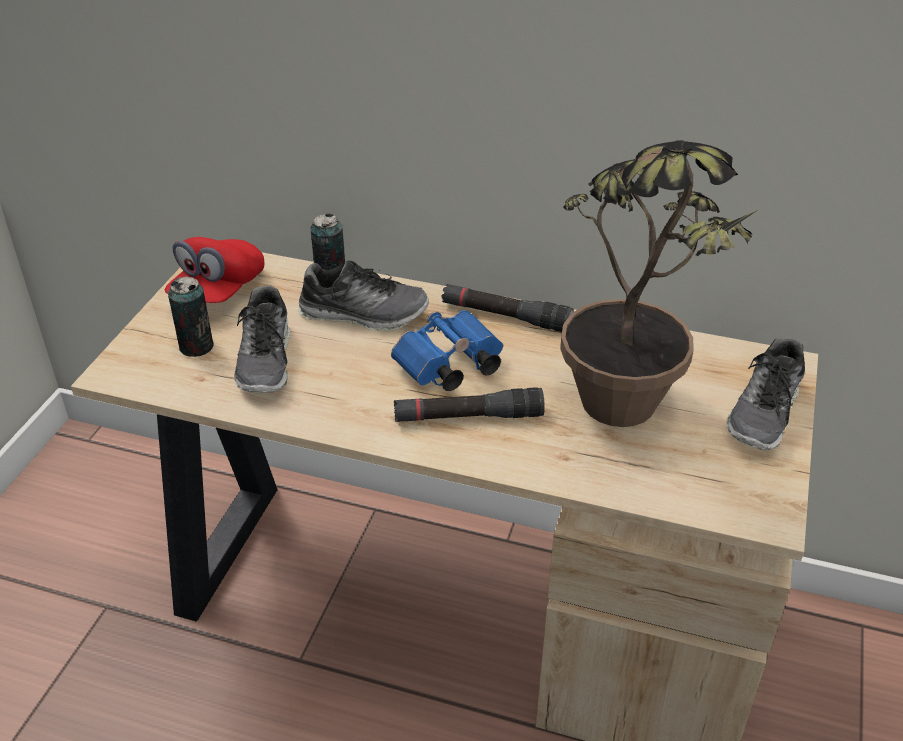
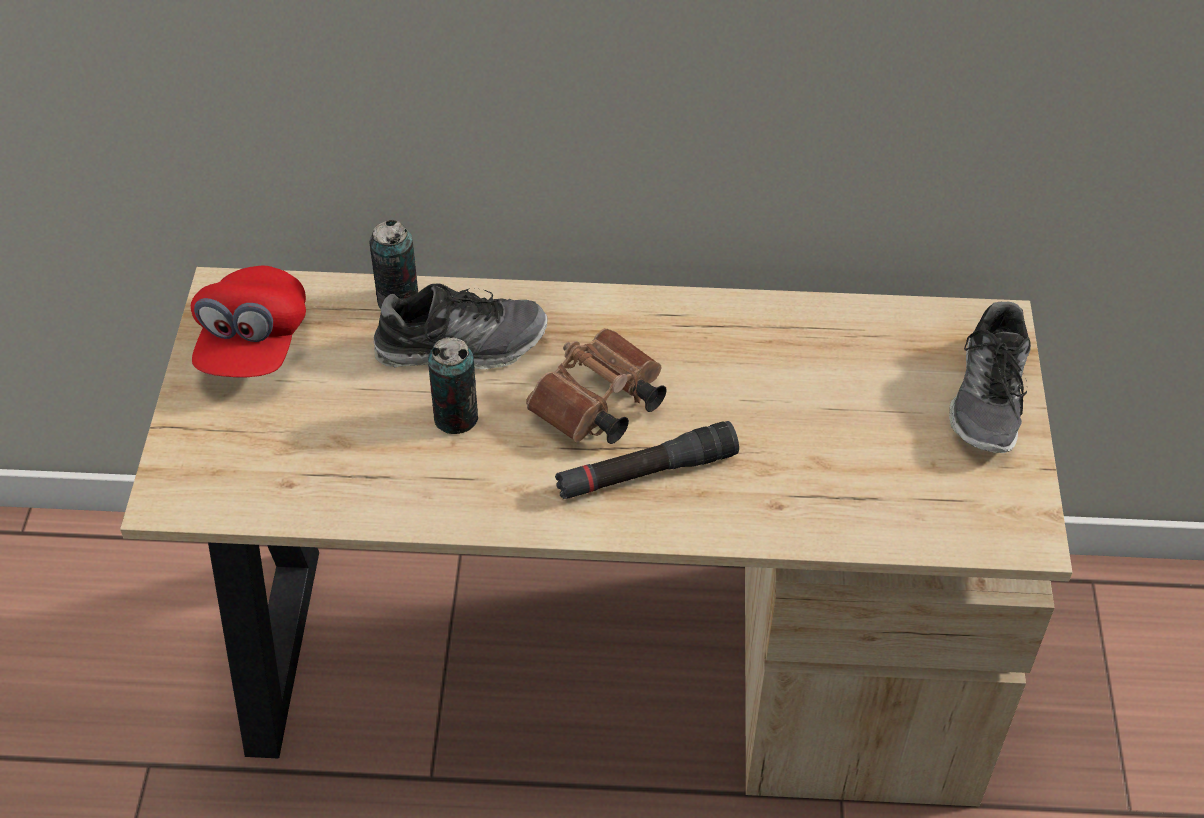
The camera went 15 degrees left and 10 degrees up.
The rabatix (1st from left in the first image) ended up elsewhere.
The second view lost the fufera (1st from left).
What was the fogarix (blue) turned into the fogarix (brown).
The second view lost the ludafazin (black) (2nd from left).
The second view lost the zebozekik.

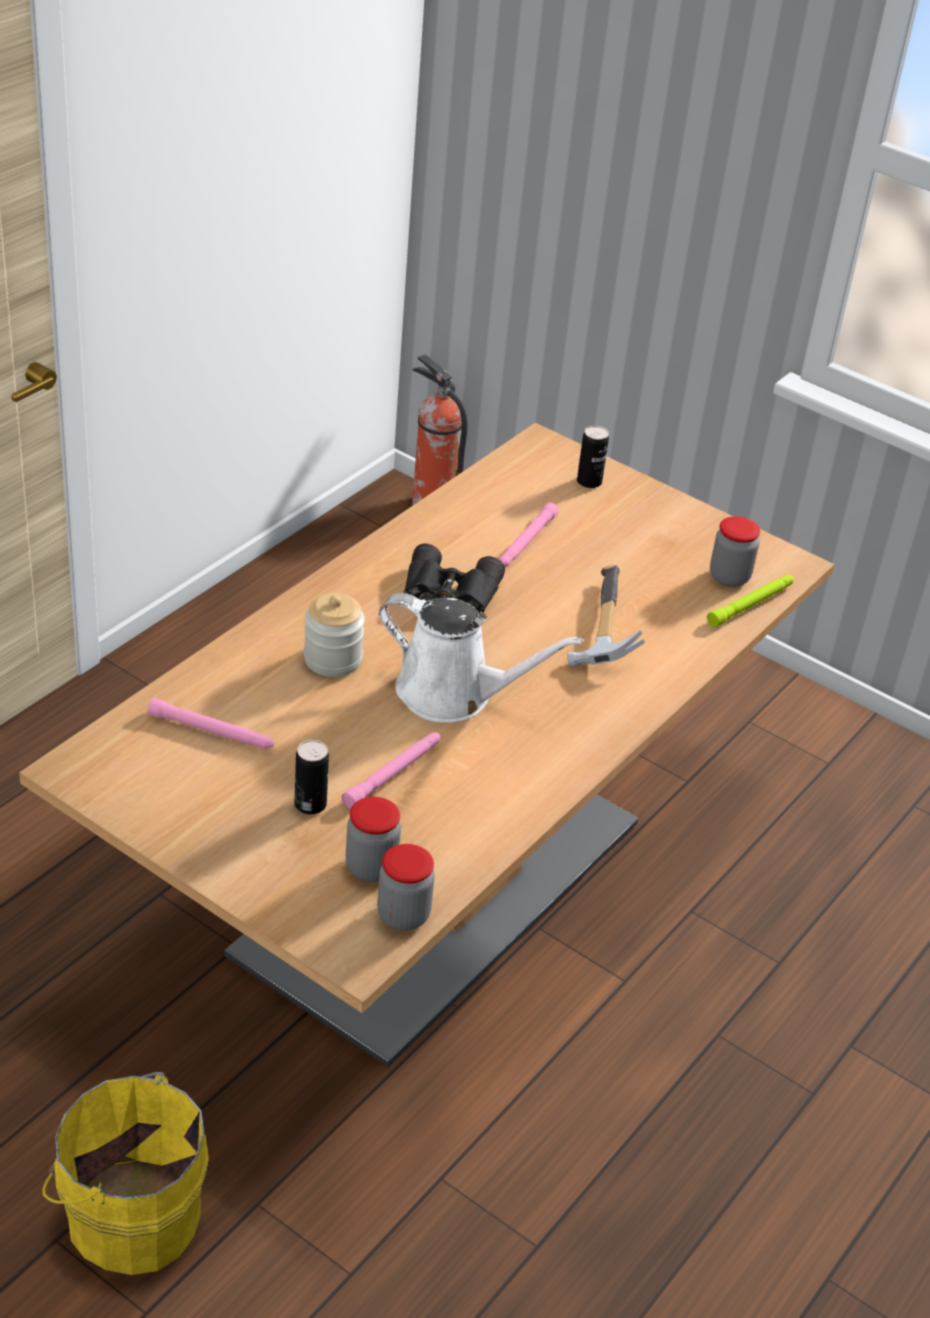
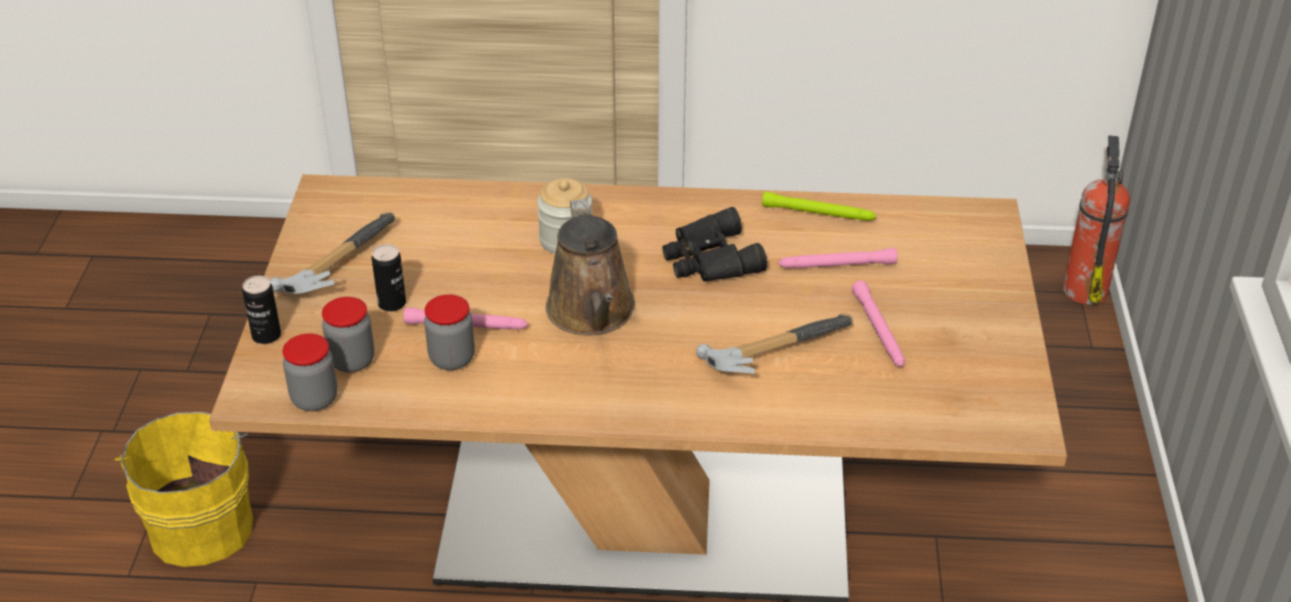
The camera went 60 degrees right and 0 degrees up.
The ludafazin (pink) (1st from left in the first image) ended up elsewhere.
What was the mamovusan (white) turned into the mamovusan (brown).
The rabatix (2nd from left in the first image) ended up elsewhere.
The ludafazin (green) ended up elsewhere.
The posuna (4th from left in the first image) ended up elsewhere.
The second view gained the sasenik (1st from left).

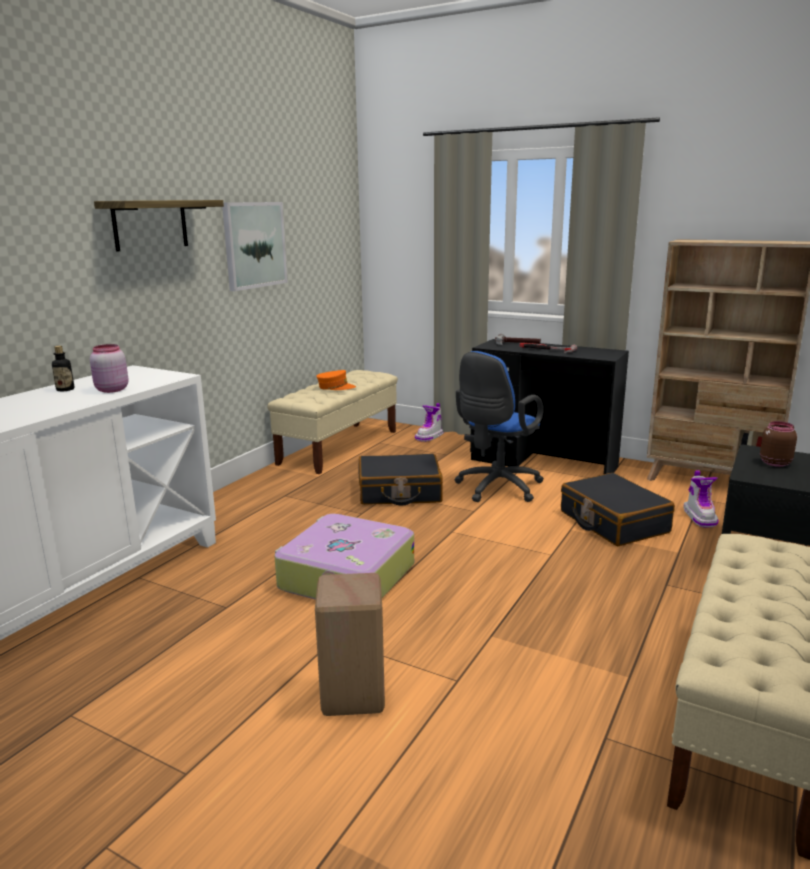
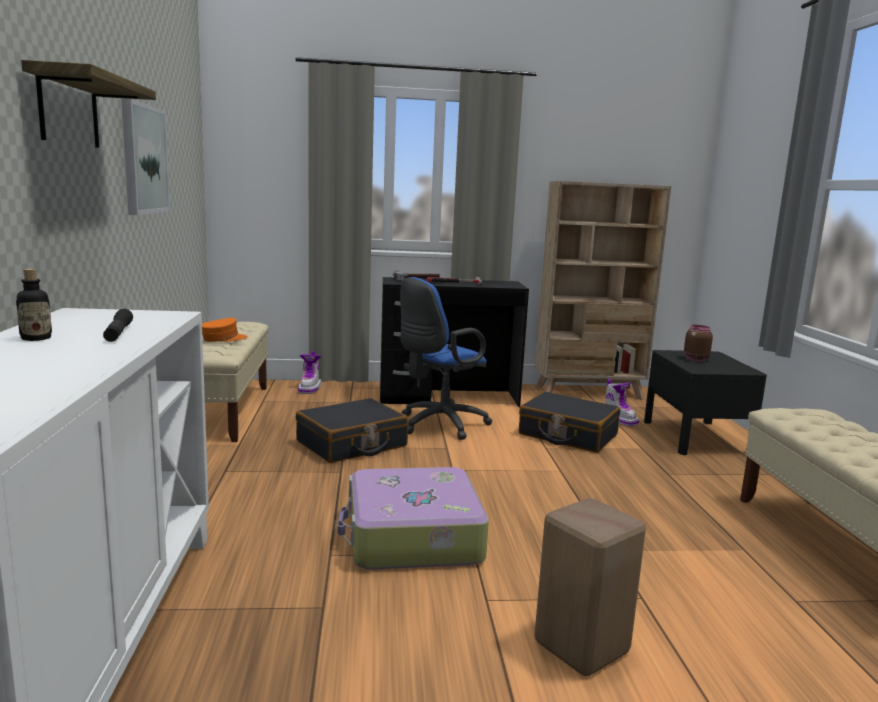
The camera went 35 degrees left and 5 degrees down.
Where the posuna (pink) stood, the ludafazin (black) came to stand.
The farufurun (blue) ended up facing another way, 45 degrees clockwise from before.

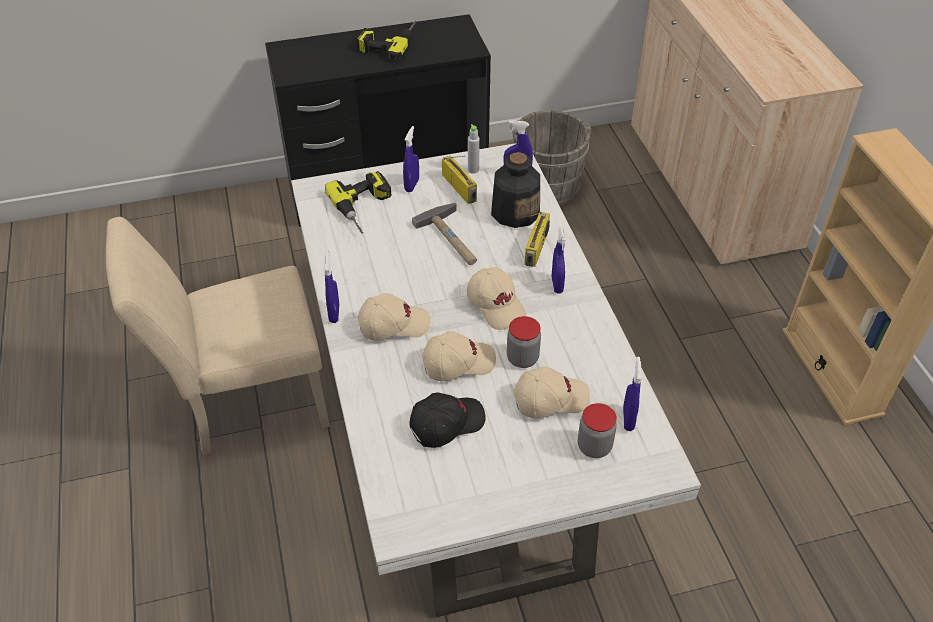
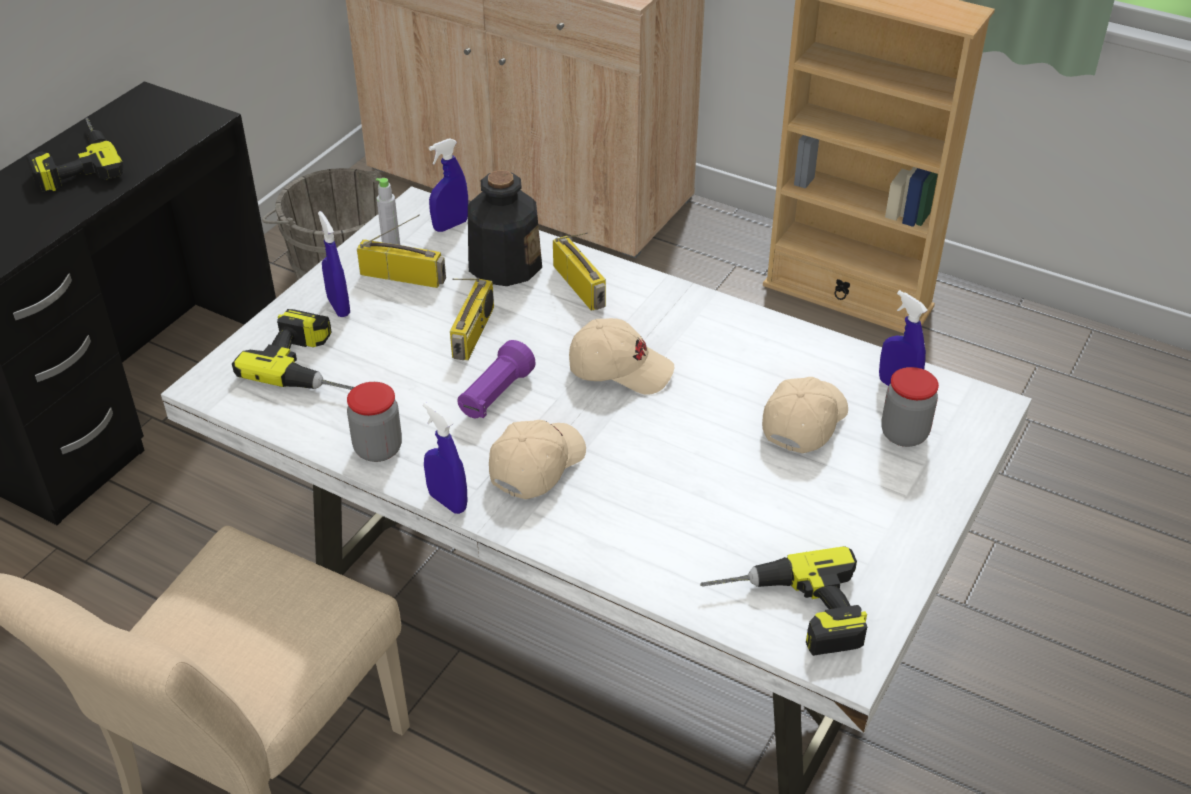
The camera went 45 degrees left and 5 degrees down.
The second view lost the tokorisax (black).
Where the sasenik stood, the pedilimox (2nd from left) came to stand.
The second view lost the tokorisax (beige) (2nd from left).
The posuna (1st from left) ended up elsewhere.
The second view lost the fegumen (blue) (4th from left).
The second view gained the ludafazin (purple).
The second view gained the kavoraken (3rd from left).

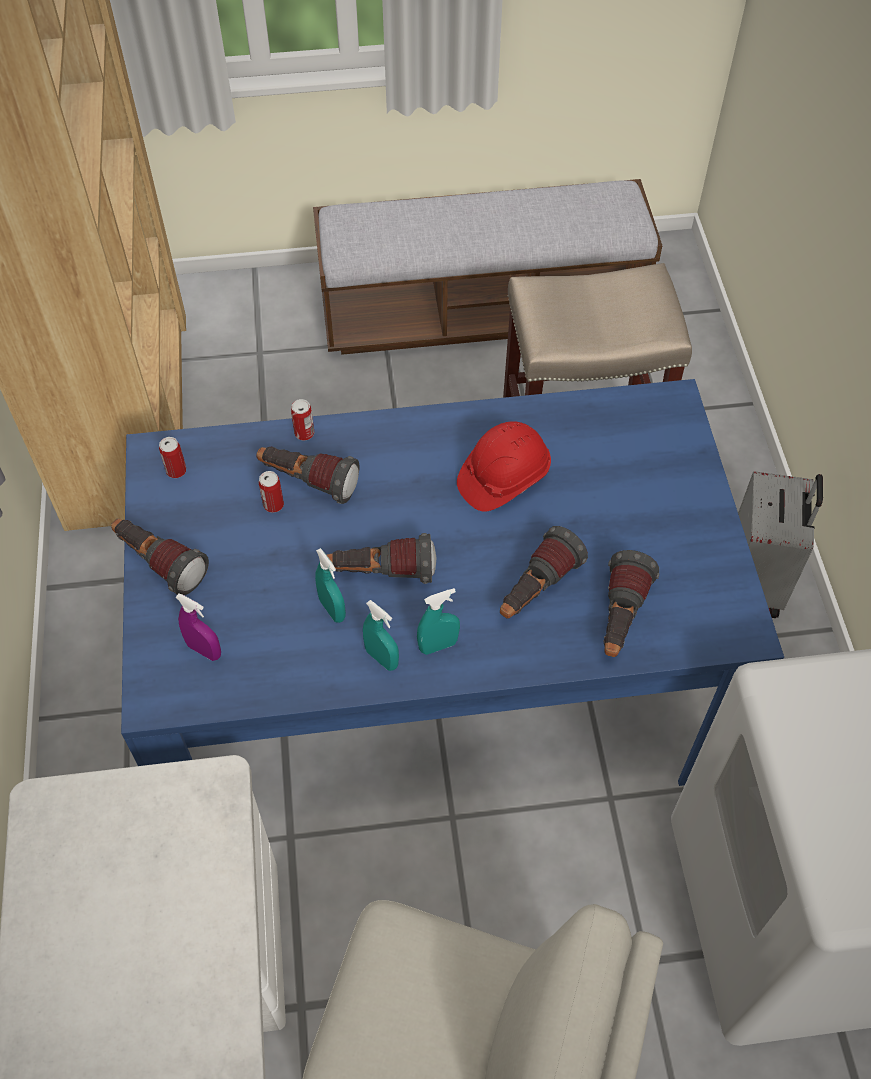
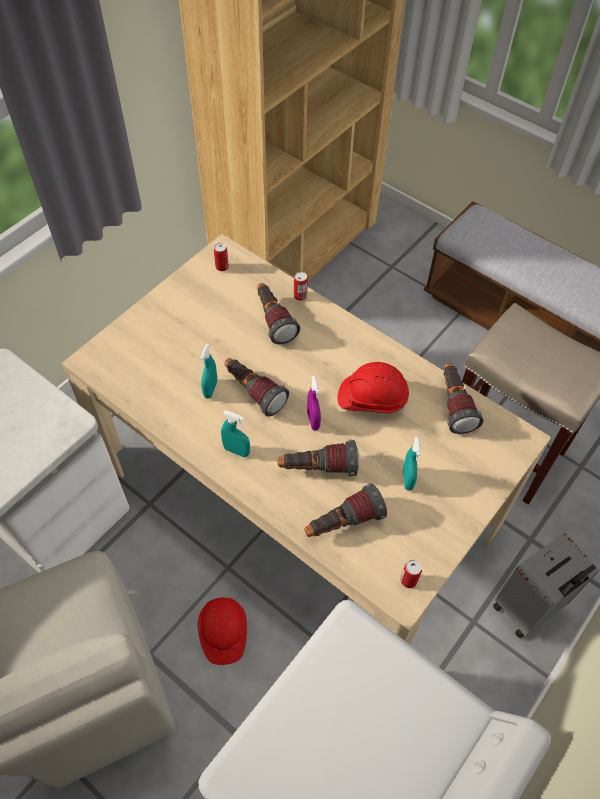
The camera went 45 degrees right and 0 degrees up.
The ludafazin (1st from left in the first image) ended up elsewhere.
What was the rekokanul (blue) turned into the rekokanul (beige).
The fegumen (purple) ended up elsewhere.
The rabatix (2nd from left in the first image) ended up elsewhere.
The fegumen (turquoise) (2nd from left in the first image) ended up elsewhere.
The second view gained the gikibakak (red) (1st from left).

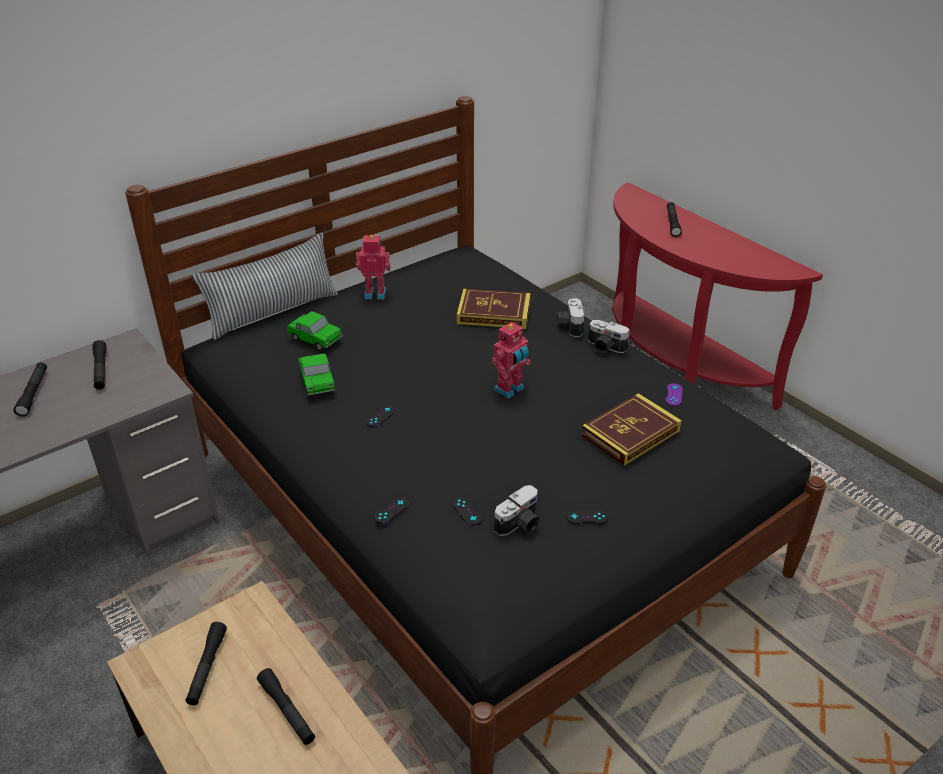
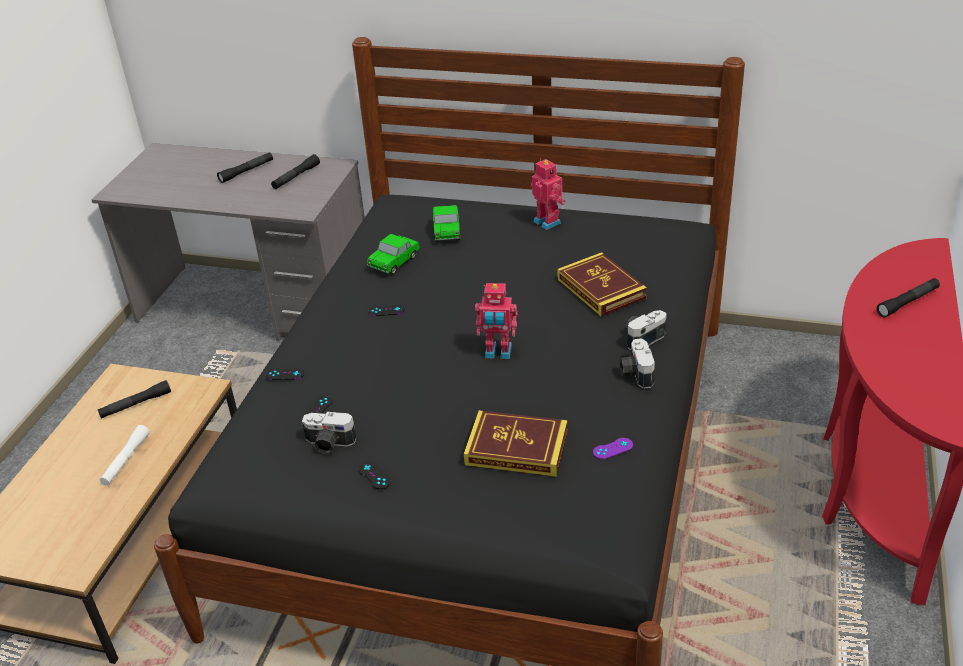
The camera went 55 degrees right and 0 degrees up.
The second view lost the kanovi.
What was the ludafazin (black) (4th from left) turned into the ludafazin (white).

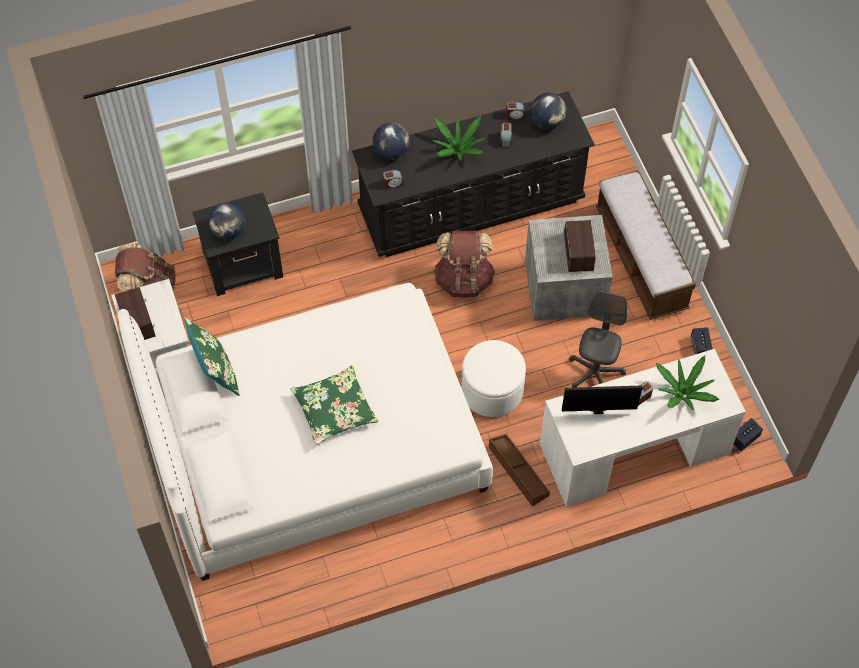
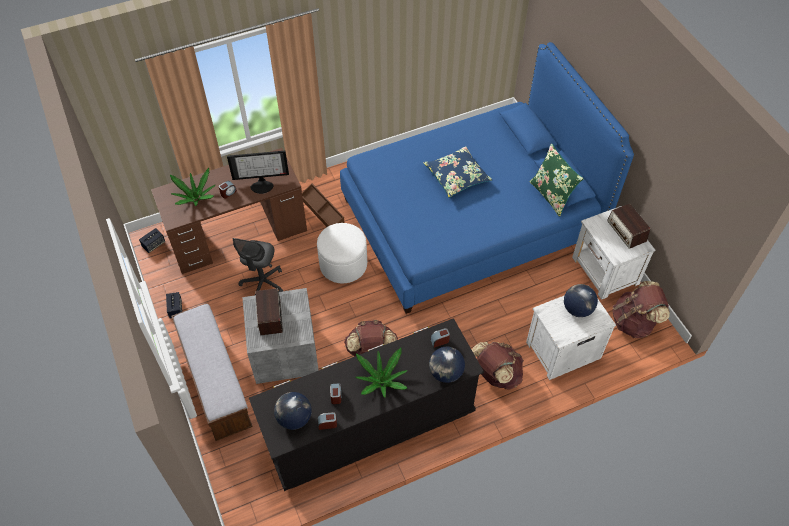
The camera went 175 degrees right and 5 degrees down.
What was the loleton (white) turned into the loleton (blue).
What was the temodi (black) turned into the temodi (white) (1st from left).
What was the kanovi (green) (2nd from left) turned into the kanovi (blue).
What was the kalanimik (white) turned into the kalanimik (brown).
The second view gained the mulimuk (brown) (2nd from left).

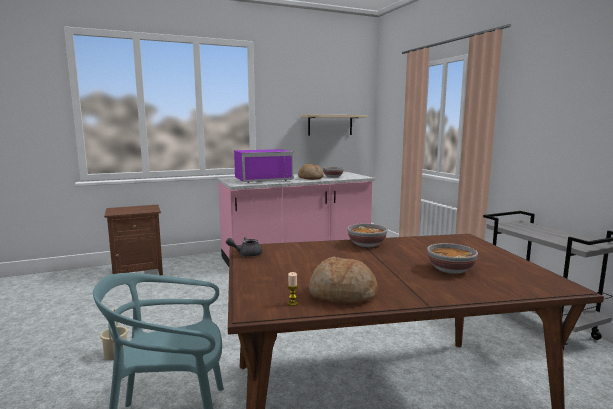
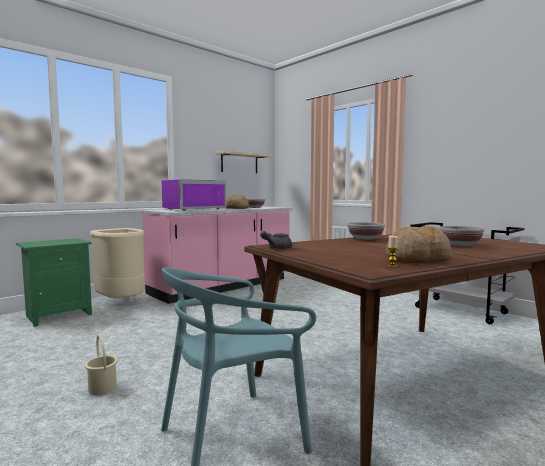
The camera went 20 degrees left and 5 degrees down.
What was the temodi (brown) turned into the temodi (green).
The second view gained the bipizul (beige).

